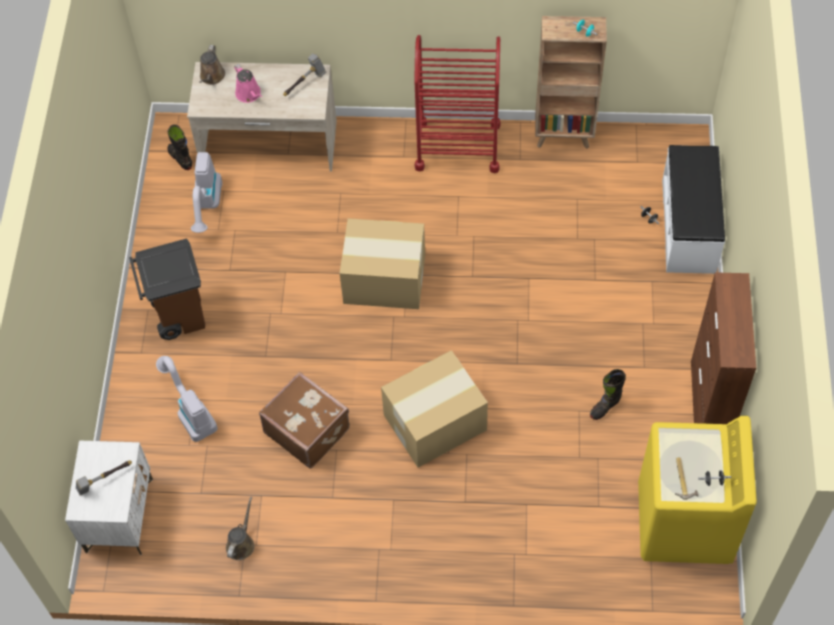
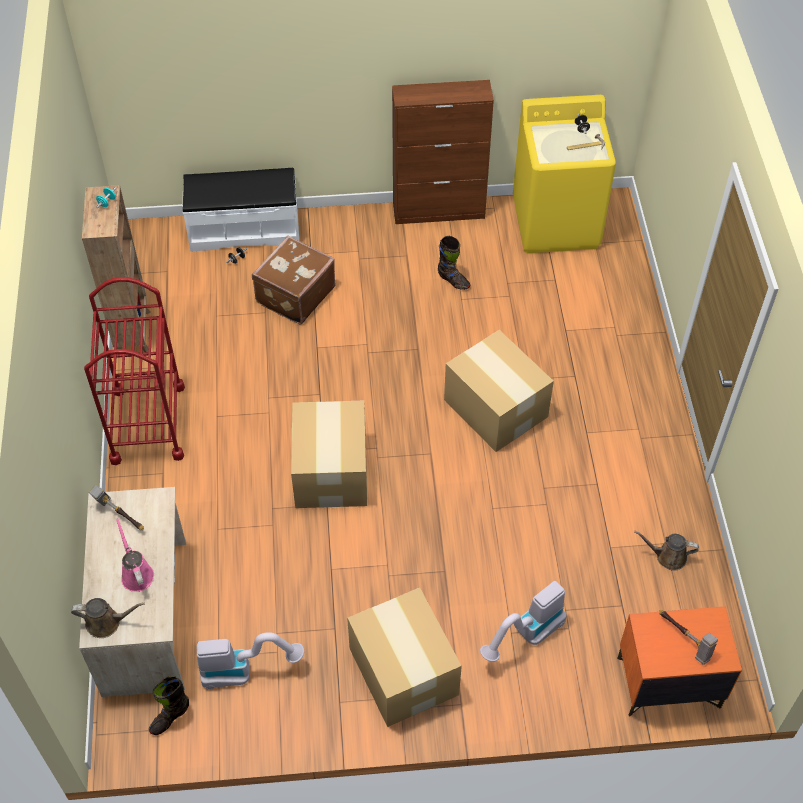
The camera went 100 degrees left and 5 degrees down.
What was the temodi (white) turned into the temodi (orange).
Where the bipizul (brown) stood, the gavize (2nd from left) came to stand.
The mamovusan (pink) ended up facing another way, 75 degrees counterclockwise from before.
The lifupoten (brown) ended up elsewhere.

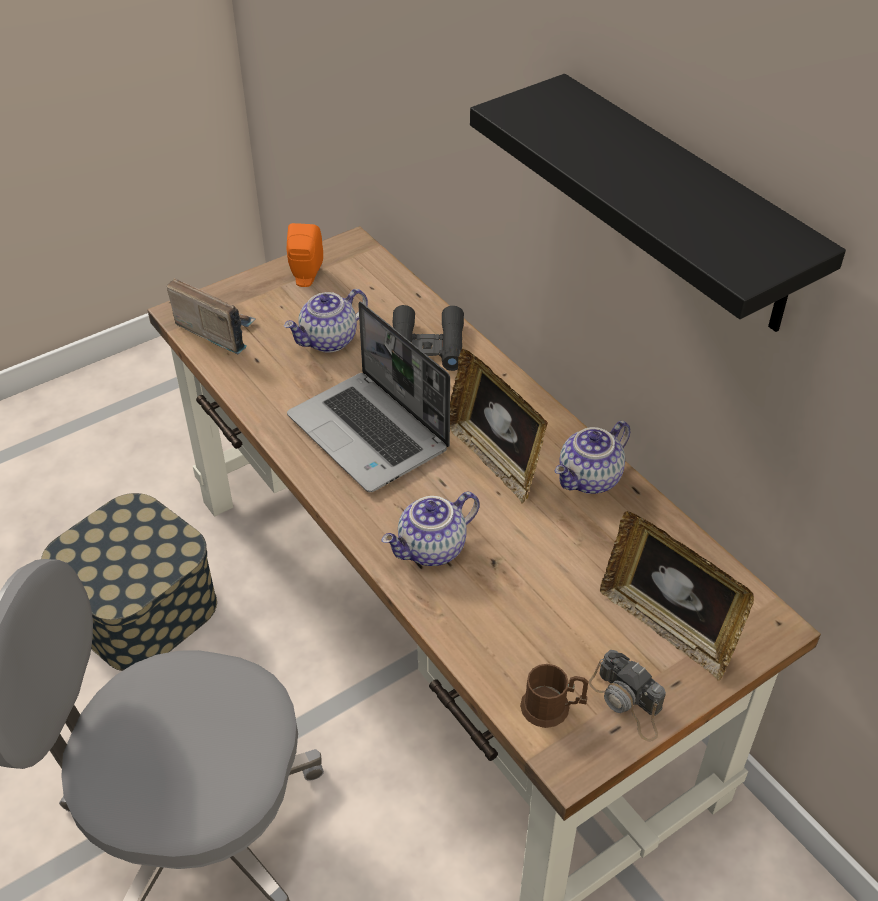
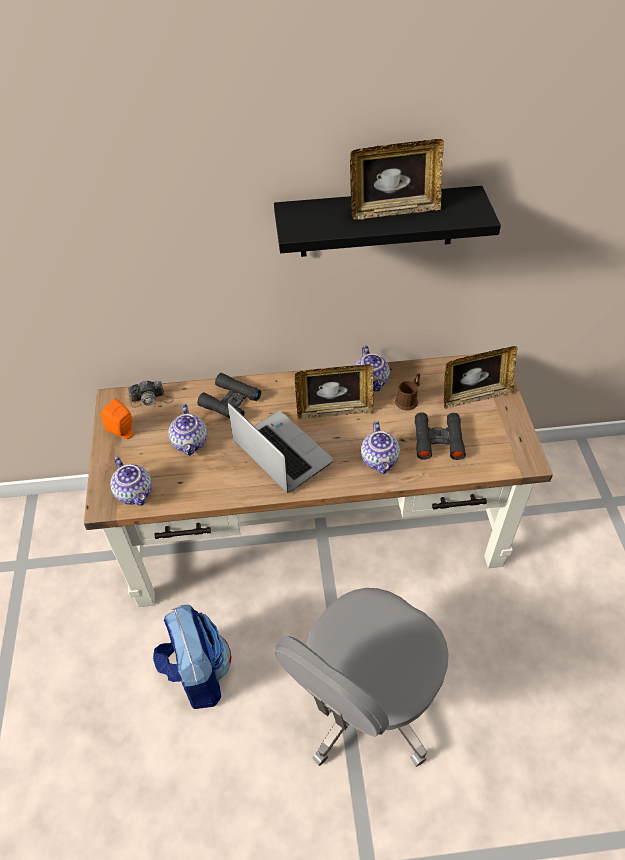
The camera went 60 degrees left and 5 degrees up.
Where the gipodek stood, the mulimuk came to stand.
Where the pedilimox stood, the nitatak (1st from left) came to stand.
The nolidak ended up facing another way, 120 degrees counterclockwise from before.
The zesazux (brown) ended up elsewhere.
The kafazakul ended up elsewhere.
The second view gained the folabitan (2nd from left).
The second view gained the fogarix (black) (2nd from left).

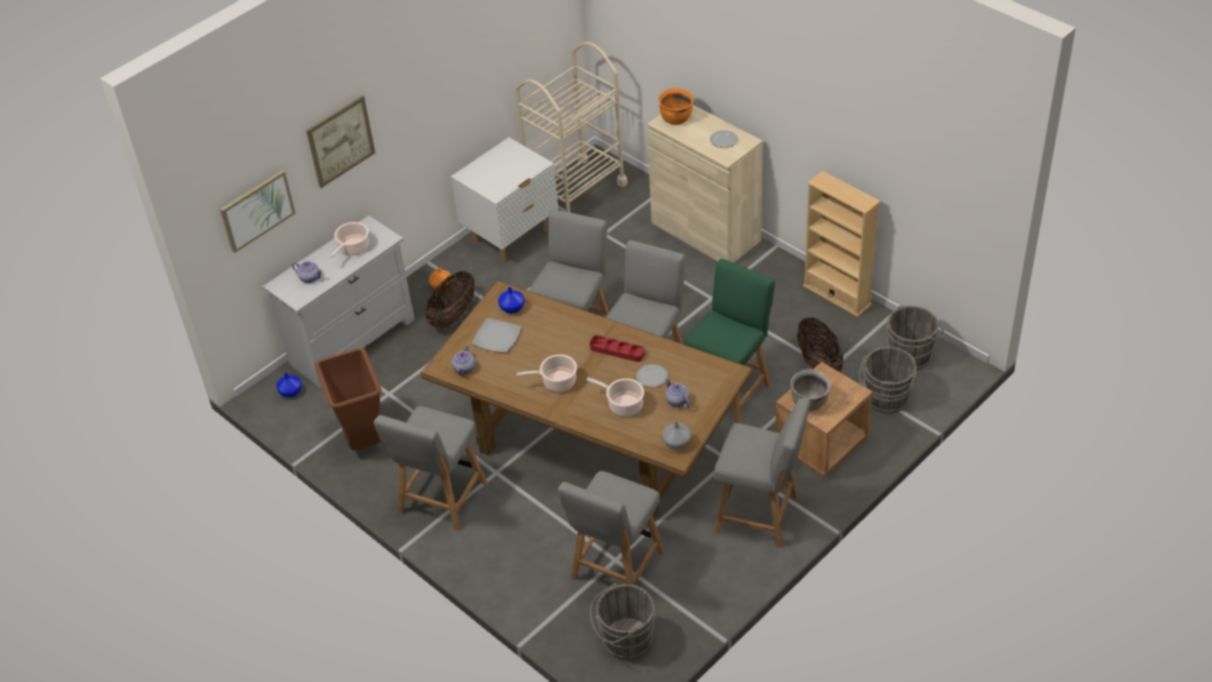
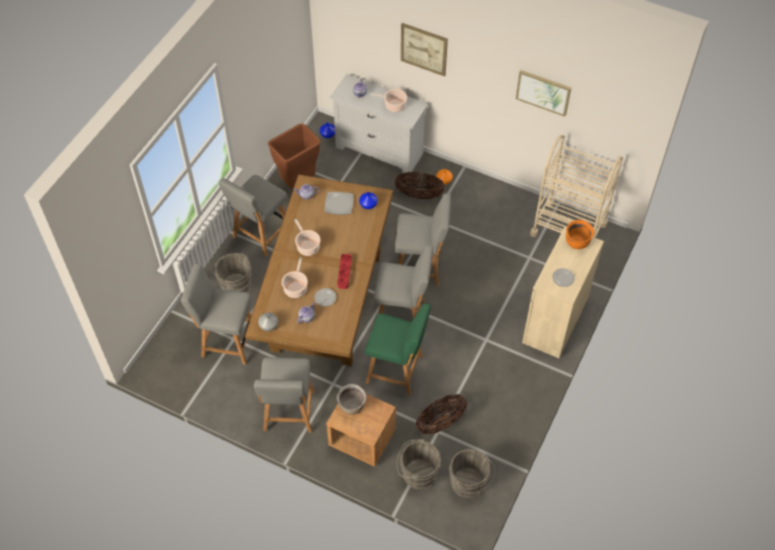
The camera went 70 degrees right and 10 degrees up.
The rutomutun (1st from left in the first image) ended up elsewhere.
The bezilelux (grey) (1st from left in the first image) ended up facing another way, 60 degrees counterclockwise from before.
The second view lost the temodi (white).
The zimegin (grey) (1st from left) ended up elsewhere.
The second view lost the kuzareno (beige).

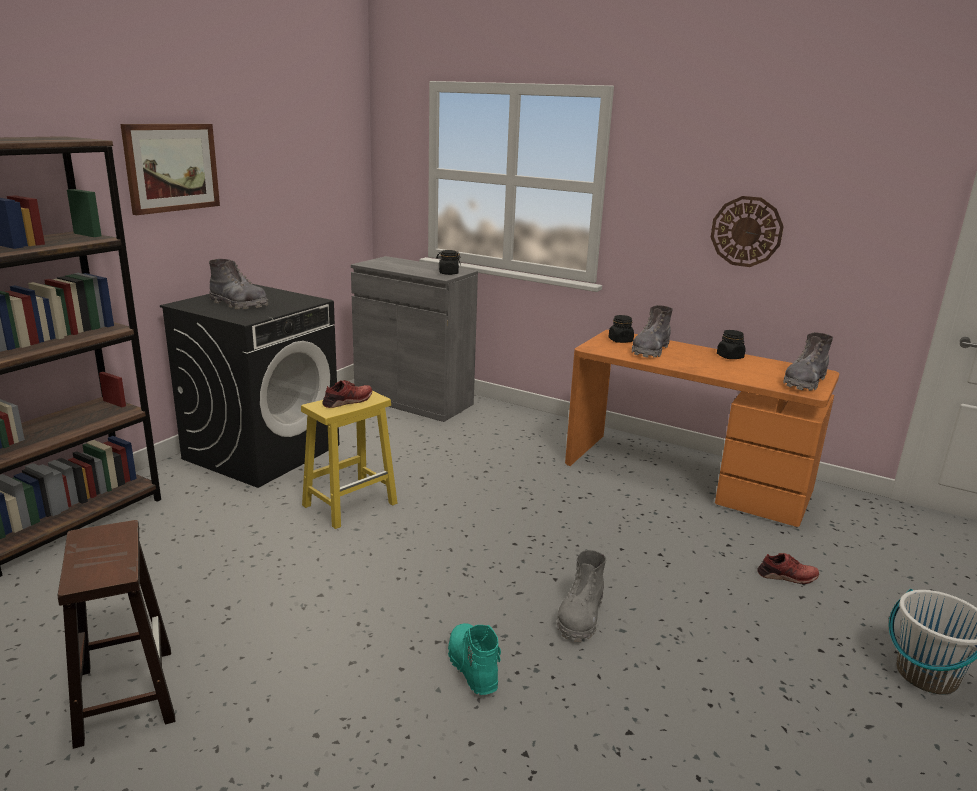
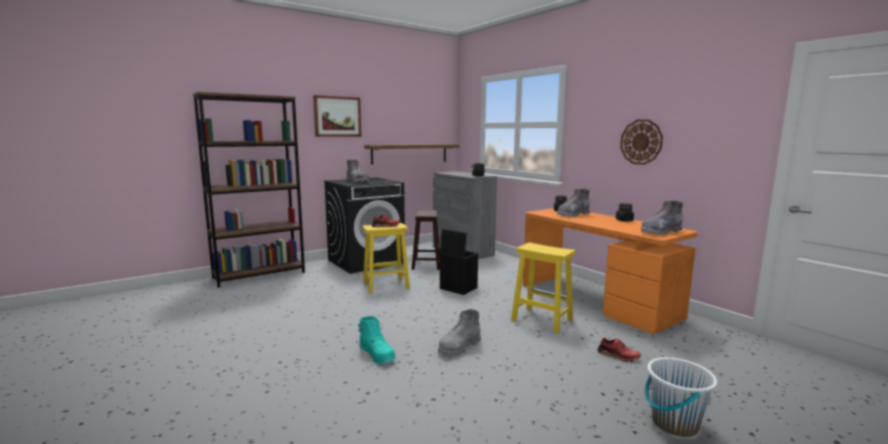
The camera went 25 degrees right and 10 degrees down.
The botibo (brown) ended up elsewhere.
The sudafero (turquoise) ended up facing another way, 135 degrees clockwise from before.
The second view gained the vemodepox.
The second view gained the gipodek (black).
The second view gained the botibo (yellow) (2nd from left).

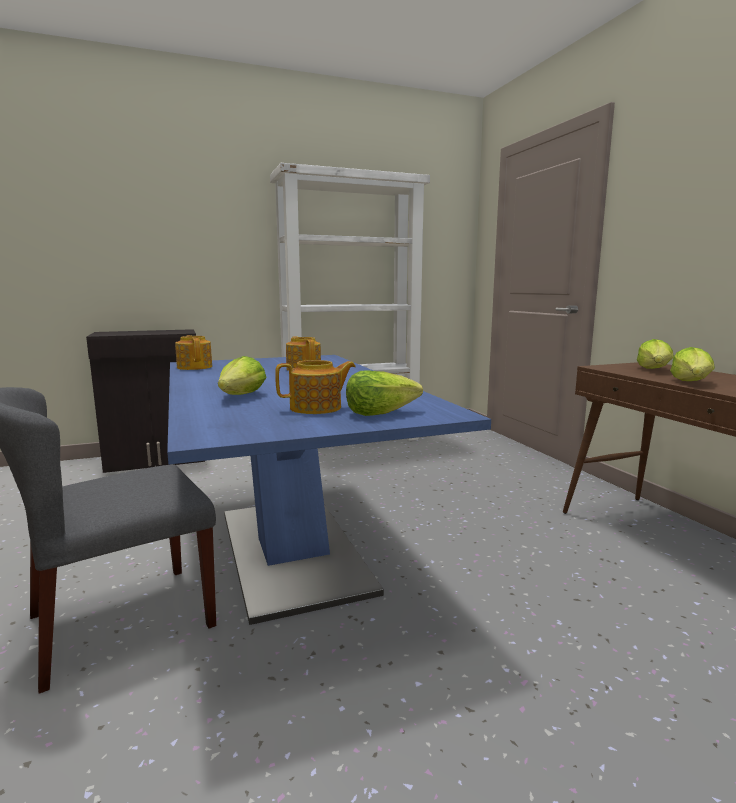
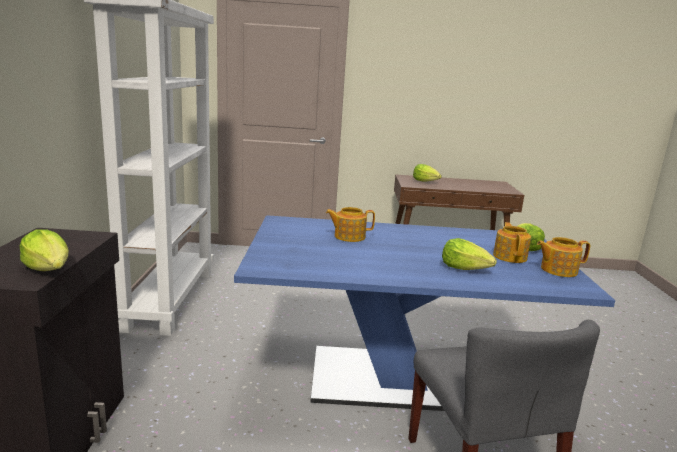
The camera went 70 degrees left and 5 degrees up.
The nitatak (1st from left in the first image) ended up elsewhere.
The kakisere (4th from left in the first image) ended up elsewhere.

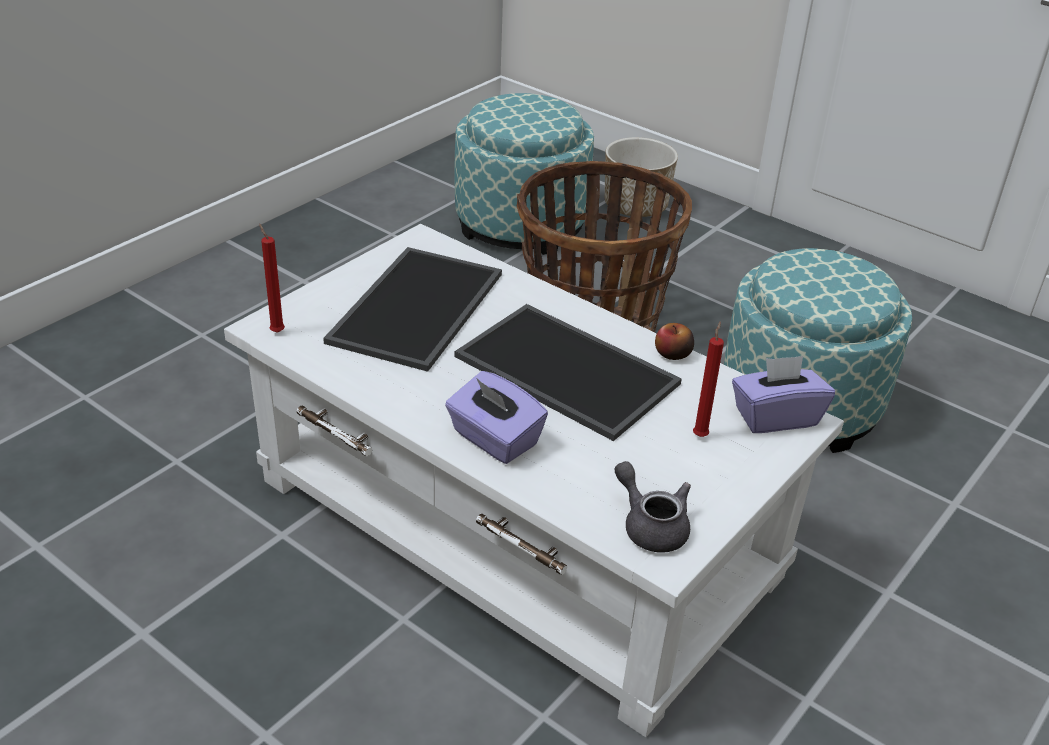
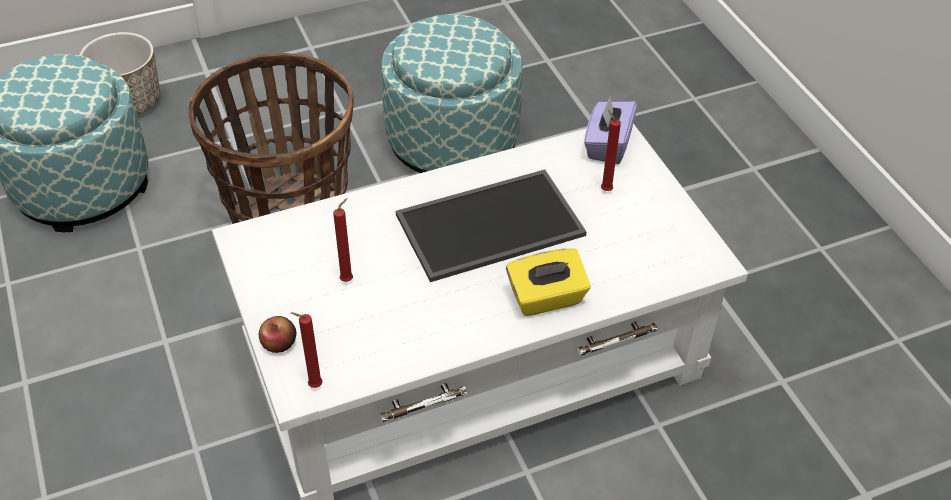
The camera went 60 degrees left and 10 degrees up.
Where the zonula (1st from left) stood, the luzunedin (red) (2nd from left) came to stand.
What was the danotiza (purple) (1st from left) turned into the danotiza (yellow).
The second view lost the nitatak (grey).
The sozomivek ended up elsewhere.

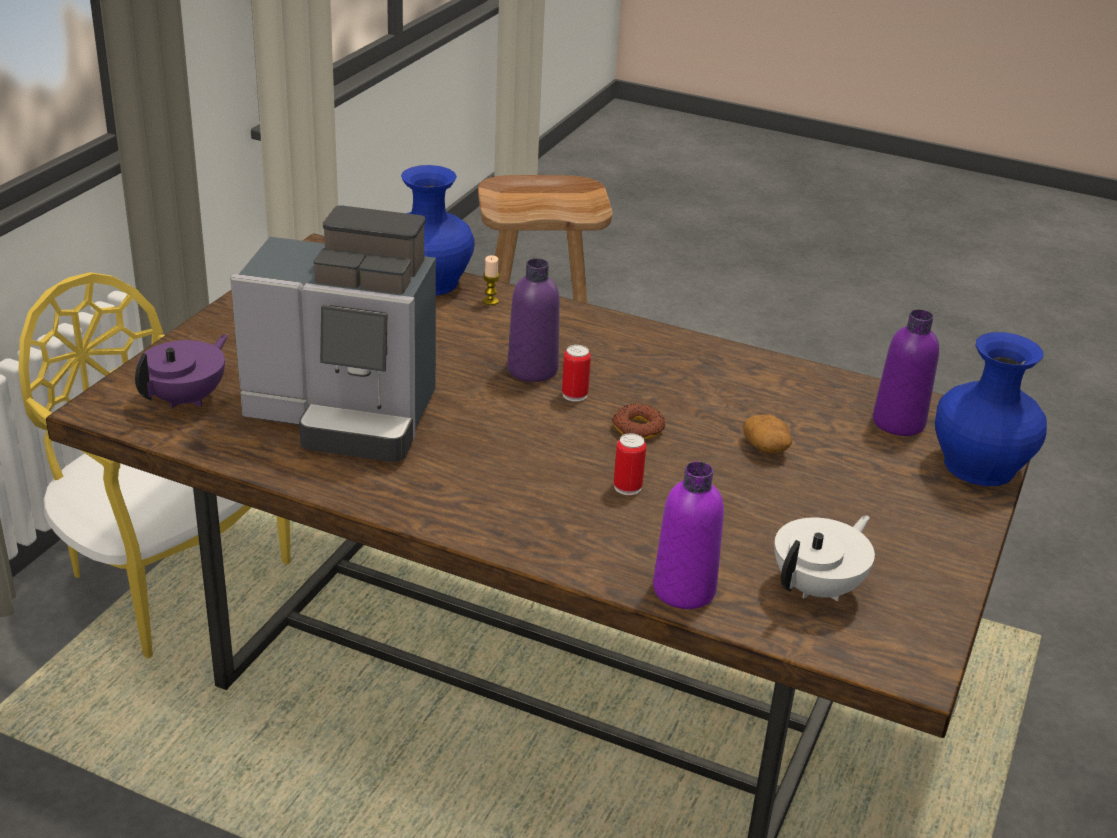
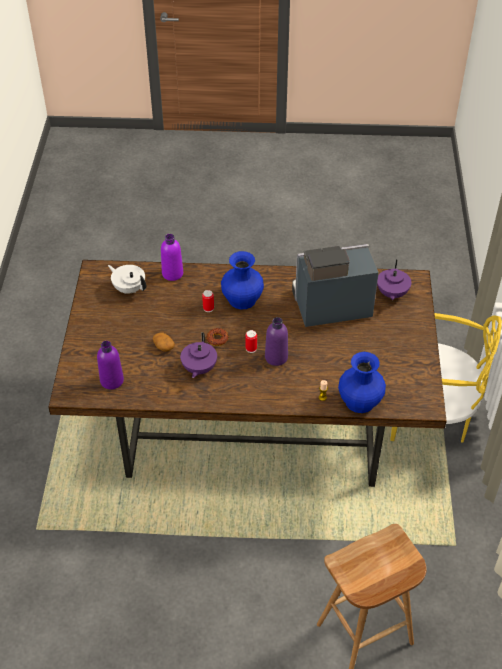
The camera went 160 degrees right and 15 degrees up.
The nitatak (white) ended up facing another way, 105 degrees clockwise from before.
The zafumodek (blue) (2nd from left in the first image) ended up elsewhere.
The second view gained the nitatak (purple) (1st from left).

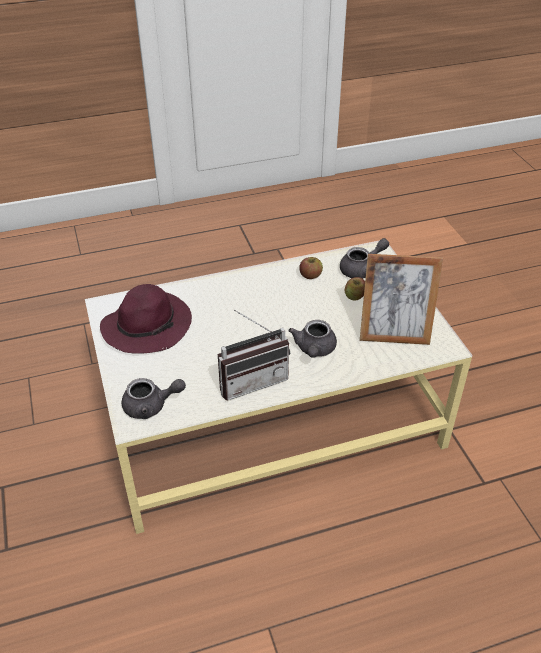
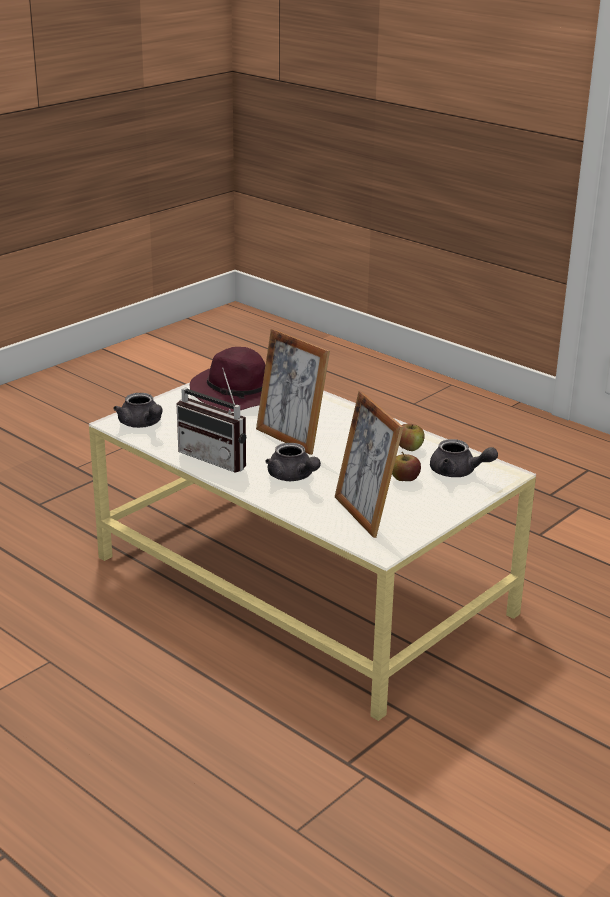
The camera went 60 degrees right and 15 degrees down.
The nitatak (grey) (2nd from left) ended up facing another way, 105 degrees counterclockwise from before.
The second view gained the folabitan (1st from left).

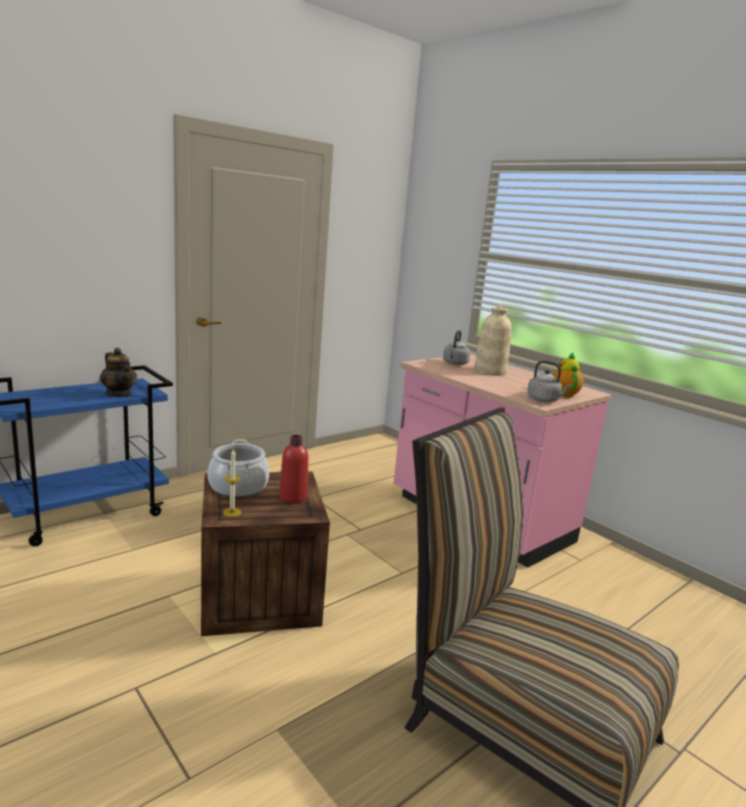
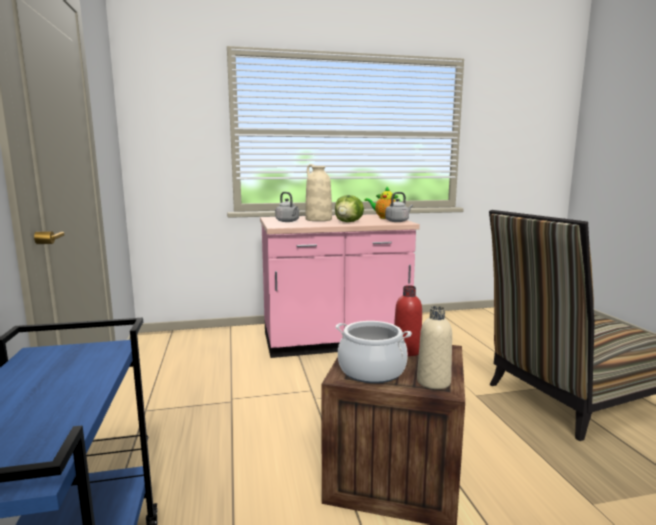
The camera went 60 degrees left and 5 degrees down.
The second view lost the nitatak (1st from left).
Where the luzunedin stood, the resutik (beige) came to stand.
The second view gained the kakisere.

